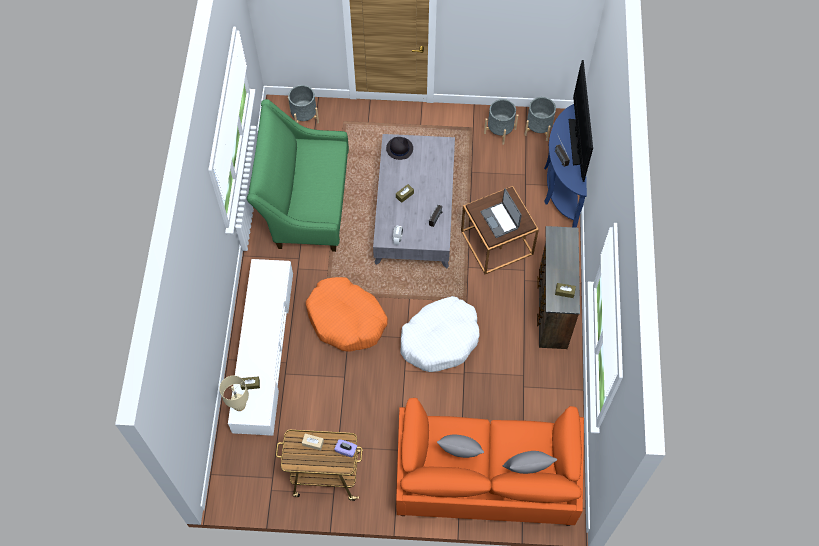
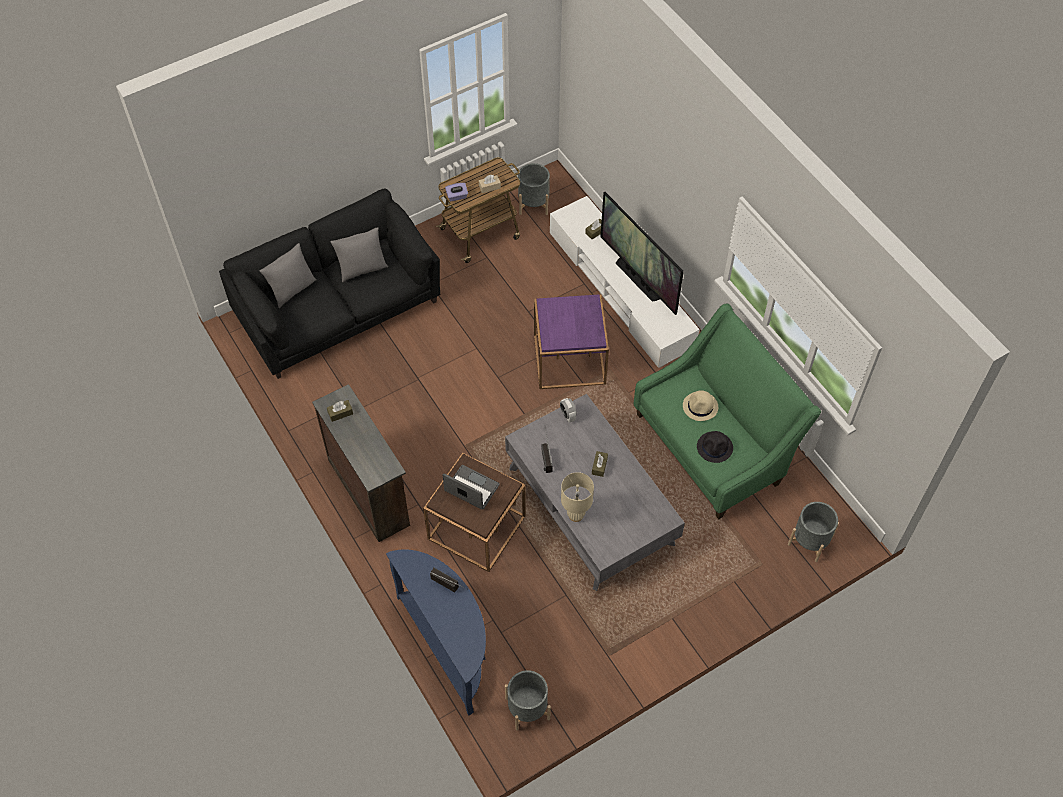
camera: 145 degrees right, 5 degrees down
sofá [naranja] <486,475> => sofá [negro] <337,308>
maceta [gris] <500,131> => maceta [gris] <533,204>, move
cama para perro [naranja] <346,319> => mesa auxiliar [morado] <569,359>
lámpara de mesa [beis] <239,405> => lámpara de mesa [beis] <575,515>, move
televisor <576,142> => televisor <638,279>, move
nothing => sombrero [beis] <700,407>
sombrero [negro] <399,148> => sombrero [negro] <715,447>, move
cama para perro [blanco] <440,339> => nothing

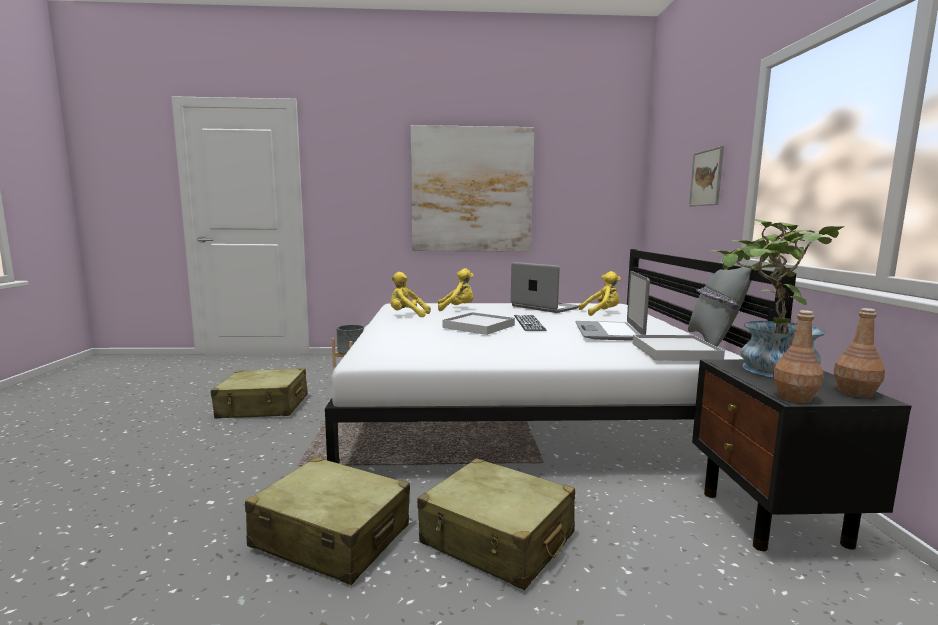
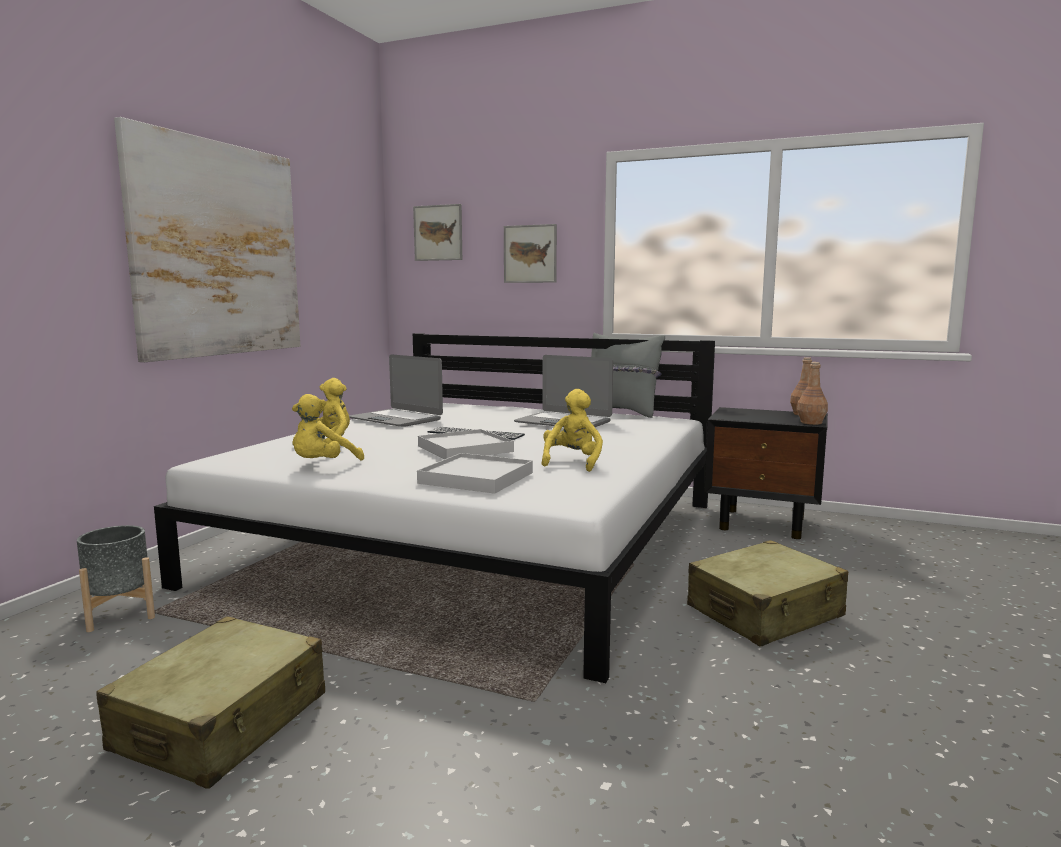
camera: 65 degrees left, 0 degrees up
portátil <544,307> => portátil <396,419>, 120 degrees counterclockwise
nothing => cuadro <438,233>
bandeja [blanco] <675,352> => bandeja [blanco] <477,478>, move
peluche [amarillo] <601,313> => peluche [amarillo] <572,462>, move
maleta [beis] <331,537> => nothing
planta en maceta <765,369> => nothing

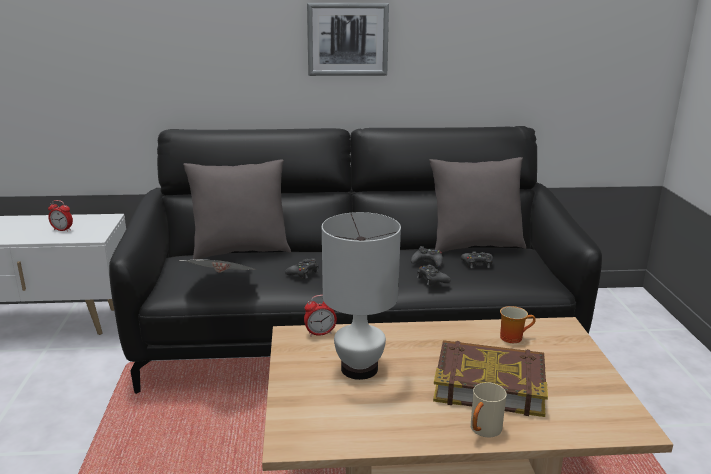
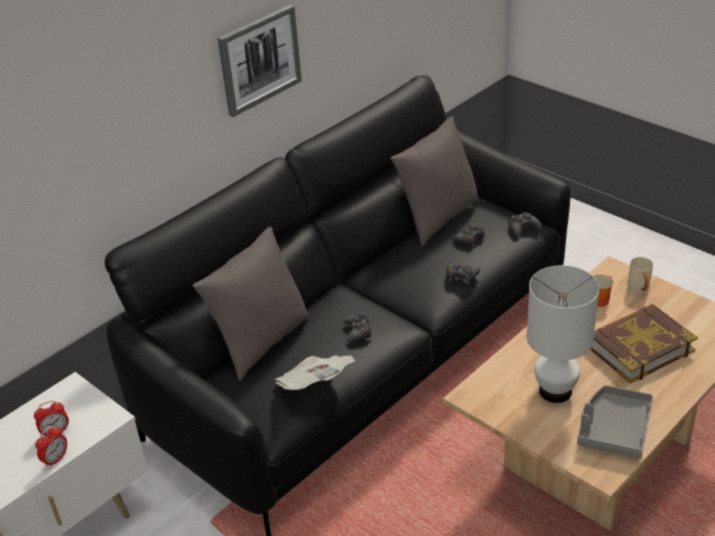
camera: 40 degrees left, 15 degrees up
despertador <320,333> => despertador <56,459>, move
mando de consola [negro] <427,262> => mando de consola [negro] <522,227>, move
nothing => bandeja [gris] <614,429>
taza grande [beis] <483,431> => taza grande [beis] <639,290>, move

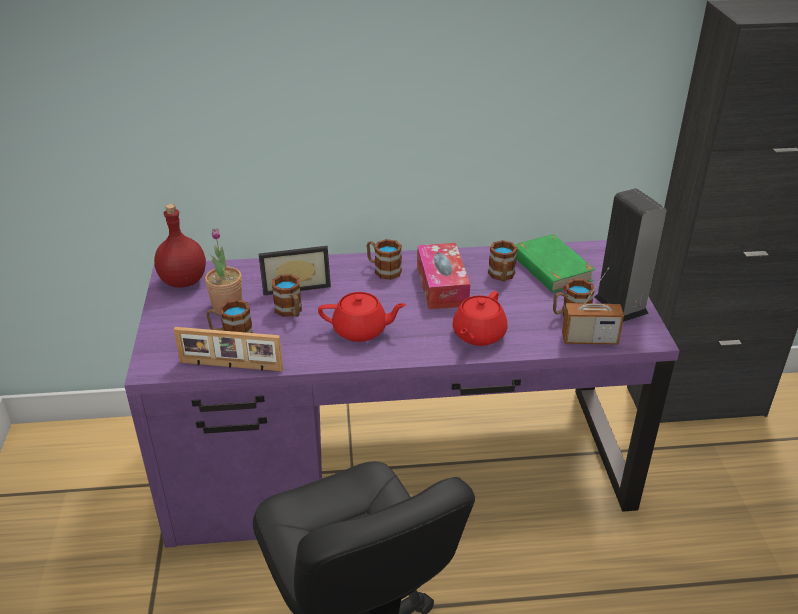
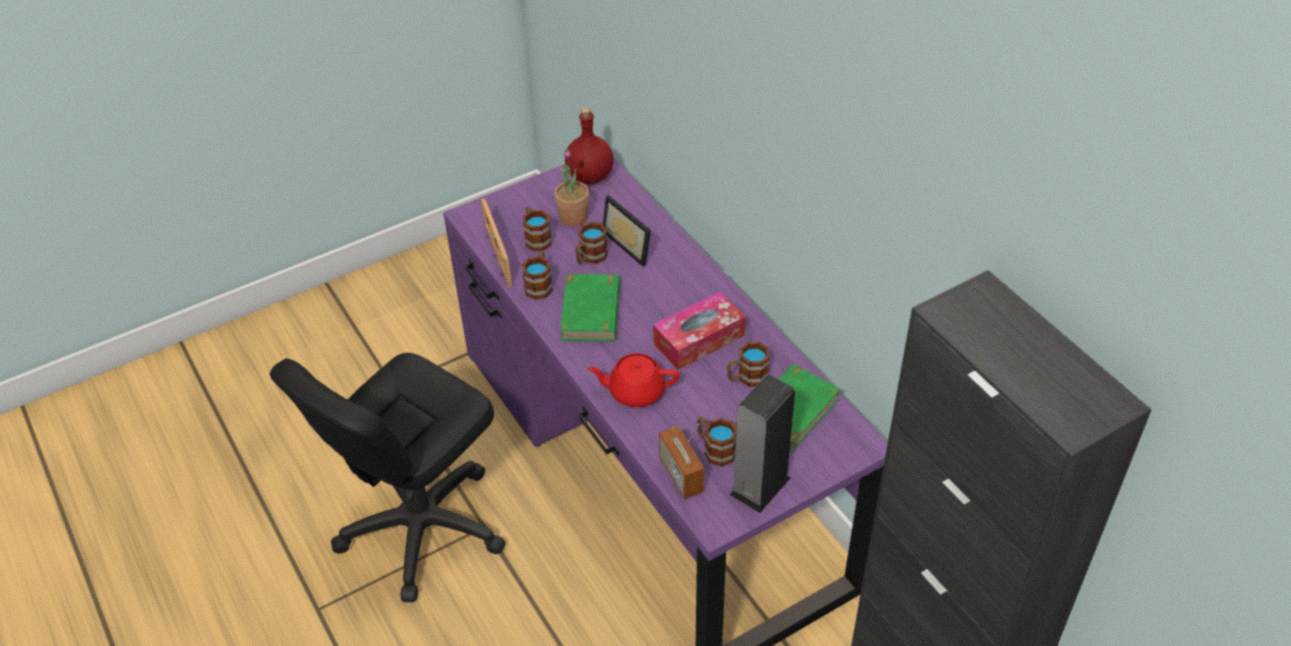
camera: 65 degrees right, 10 degrees up
taza grande <383,270> => taza grande <539,285>, move
tetera [rojo] <361,330> => libro [verde] <592,312>

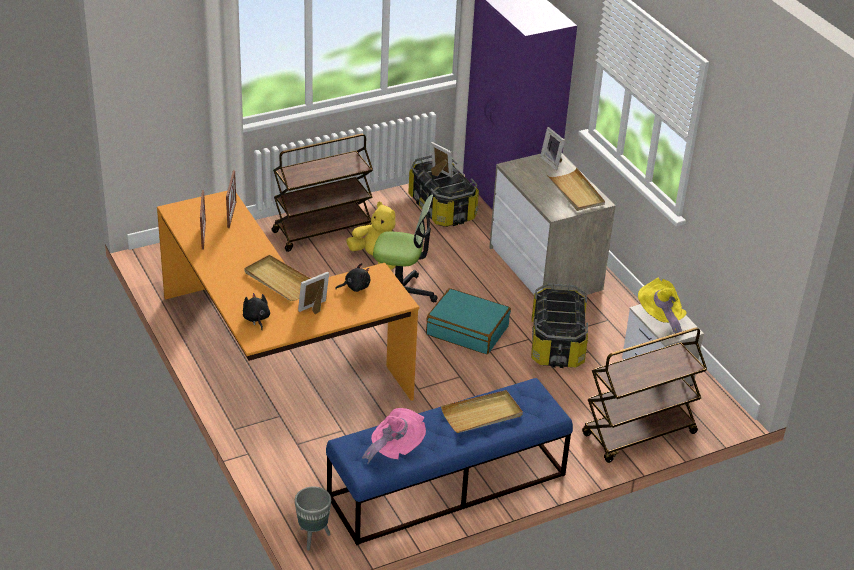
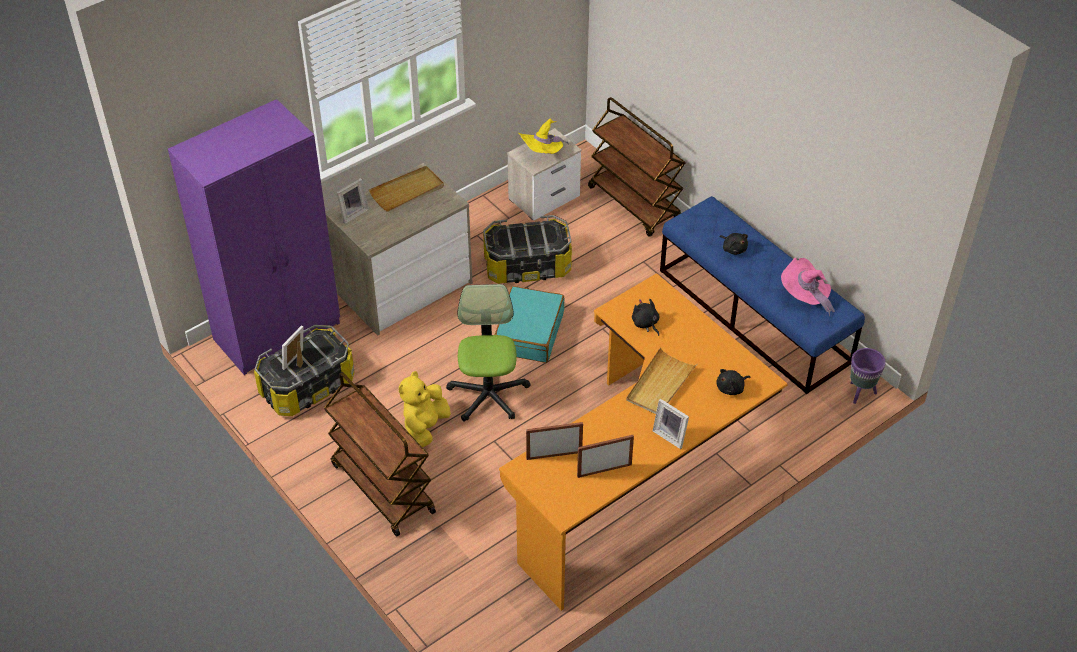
camera: 100 degrees left, 10 degrees up
portarretratos <315,309> => portarretratos <671,435>, move
bandeja [beis] <482,414> => peluche [negro] <733,249>
maceta [gris] <312,538> => maceta [morado] <860,393>

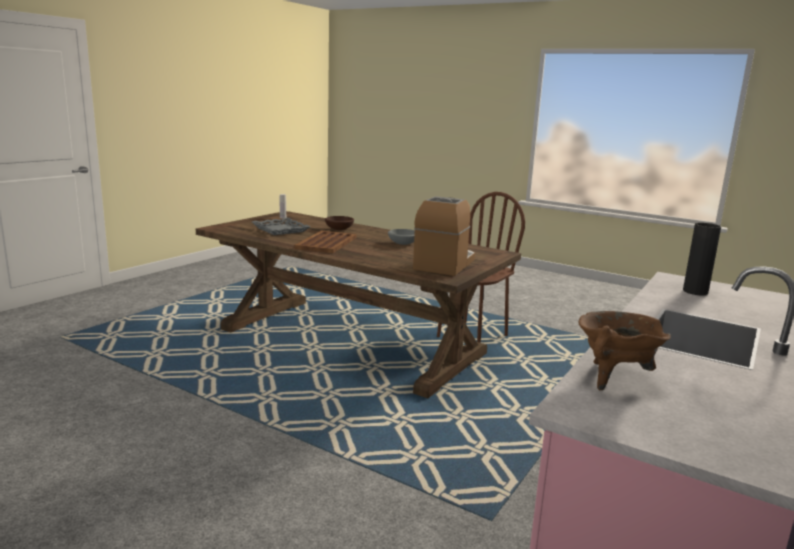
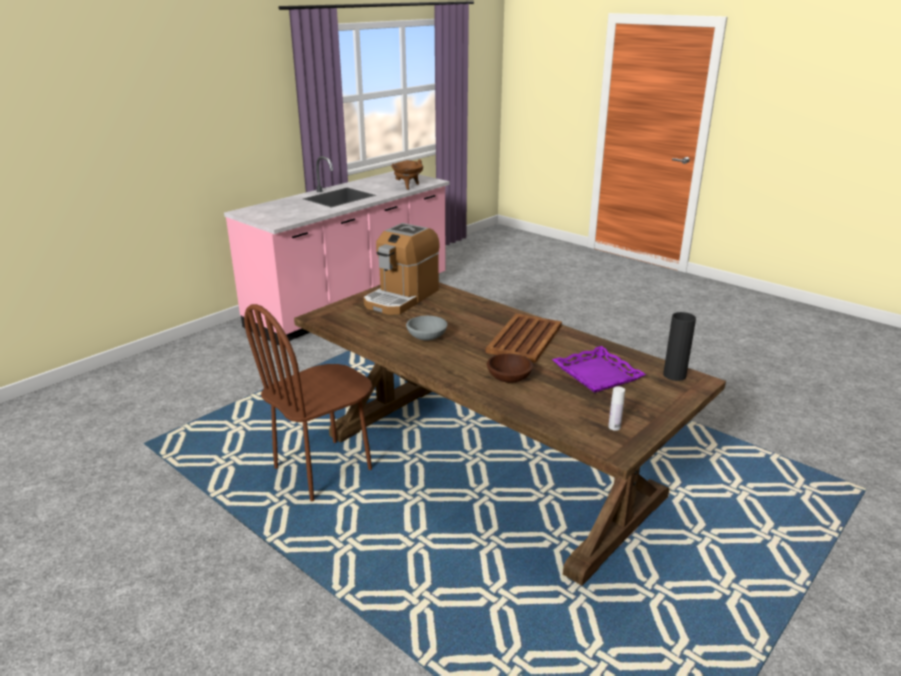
camera: 170 degrees left, 10 degrees up
bandeja [gris] <281,230> => bandeja [morado] <596,375>
florero [negro] <695,291> => florero [negro] <674,375>, move

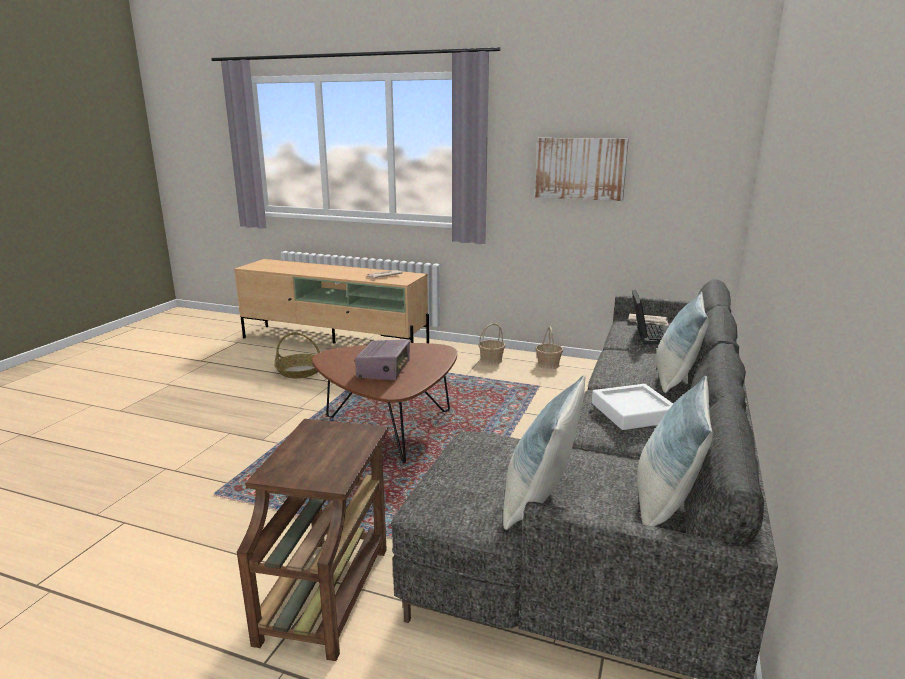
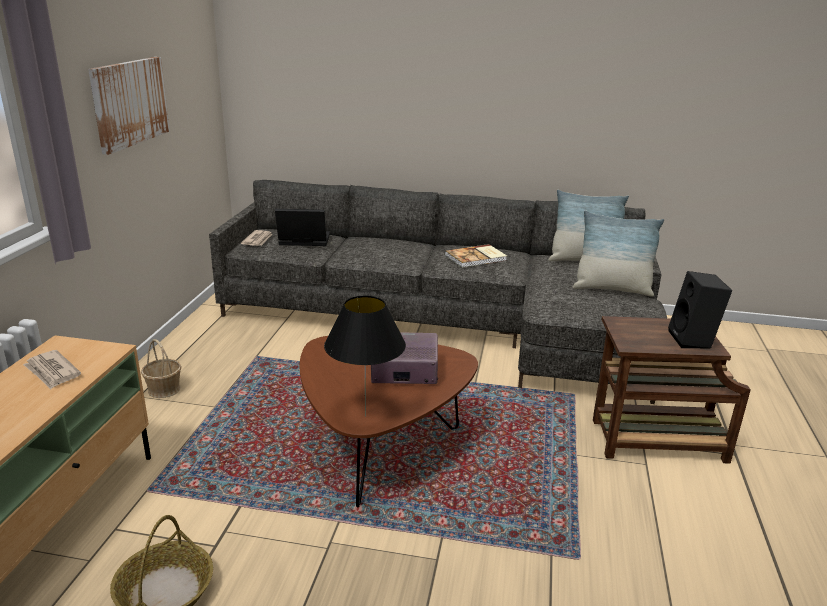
camera: 100 degrees left, 5 degrees up
nothing => lámpara de mesa [negro] <365,416>
bandeja [blanco] <633,412> => libro <476,258>
nothing => altavoz [negro] <694,340>
cesta <548,364> => nothing
cojín <675,378> => nothing

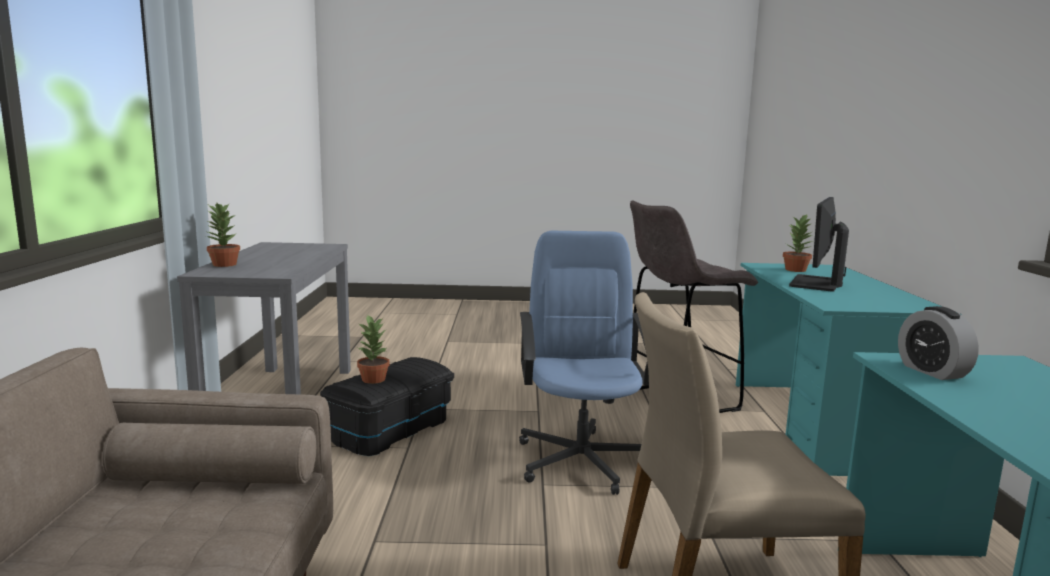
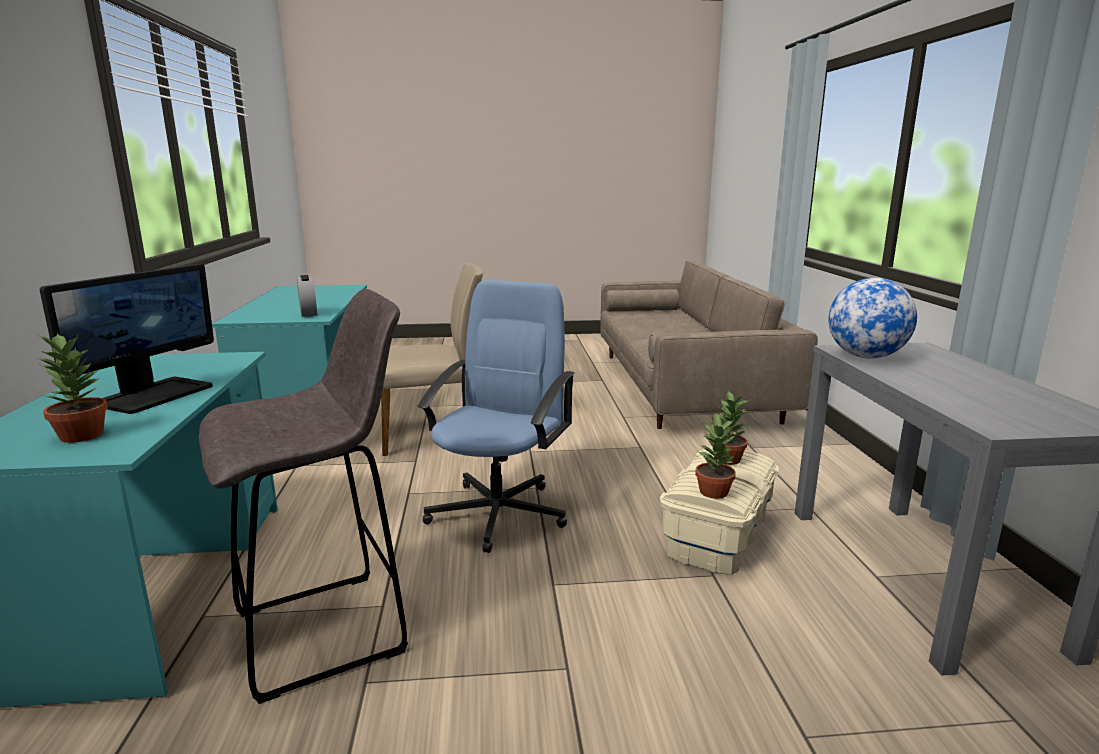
camera: 175 degrees right, 5 degrees up
silla de oficina [azul] <582,459> => silla de oficina [azul] <499,513>, 150 degrees counterclockwise
caja de almacenaje [negro] <390,430> => caja de almacenaje [beis] <718,535>
planta en maceta <223,264> => planta en maceta <714,492>, move
nothing => globo terráqueo <865,357>

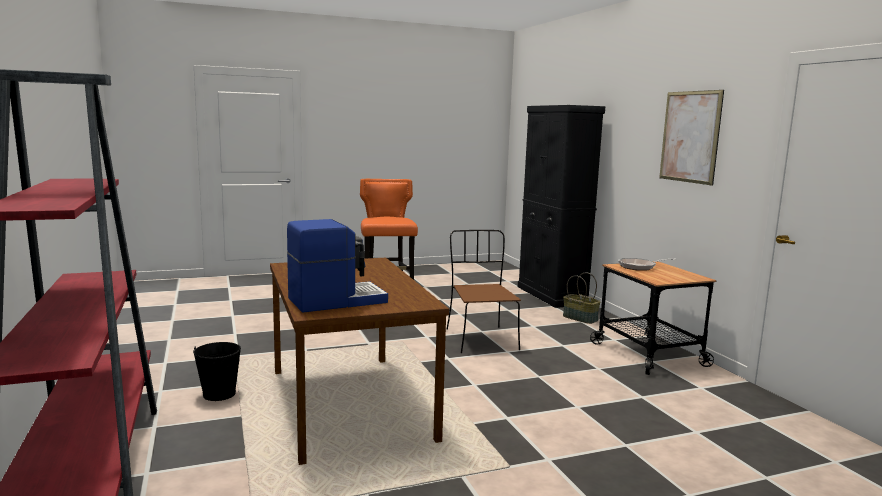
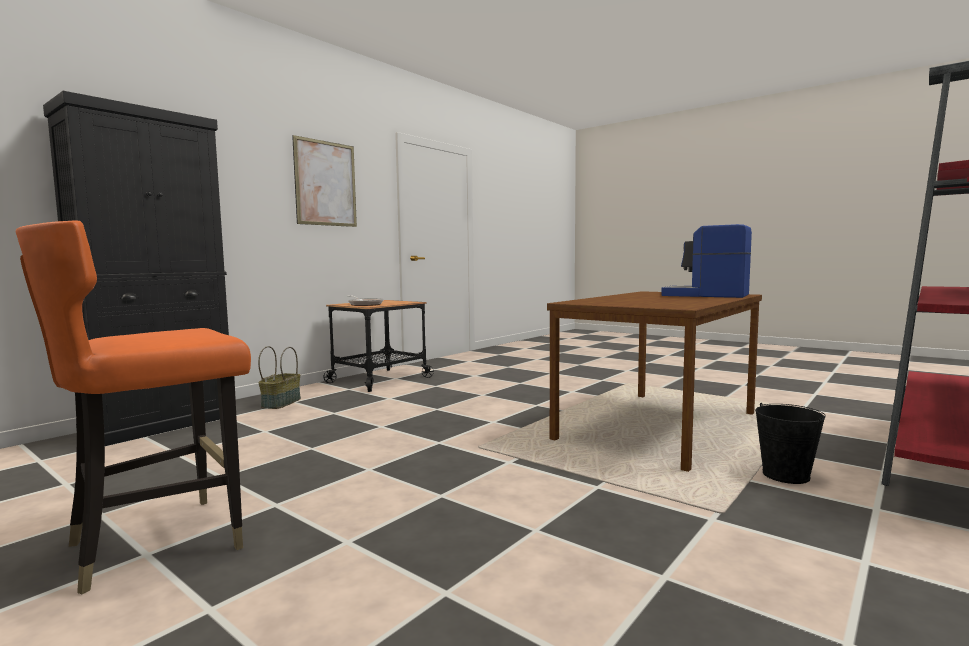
camera: 120 degrees left, 5 degrees down
silla [marrón] <480,339> => nothing

